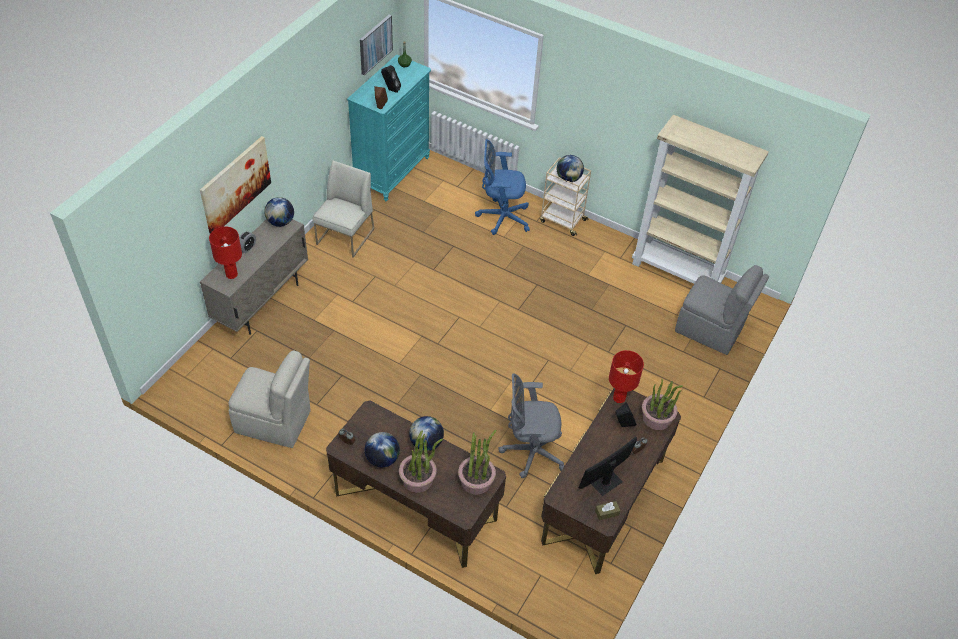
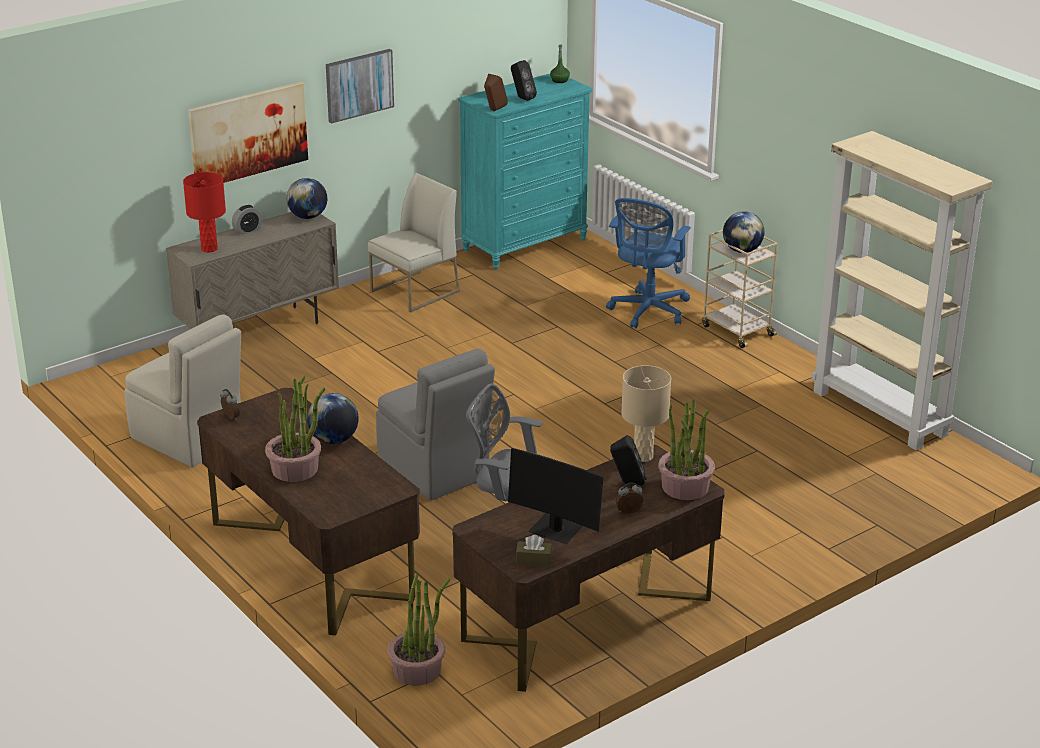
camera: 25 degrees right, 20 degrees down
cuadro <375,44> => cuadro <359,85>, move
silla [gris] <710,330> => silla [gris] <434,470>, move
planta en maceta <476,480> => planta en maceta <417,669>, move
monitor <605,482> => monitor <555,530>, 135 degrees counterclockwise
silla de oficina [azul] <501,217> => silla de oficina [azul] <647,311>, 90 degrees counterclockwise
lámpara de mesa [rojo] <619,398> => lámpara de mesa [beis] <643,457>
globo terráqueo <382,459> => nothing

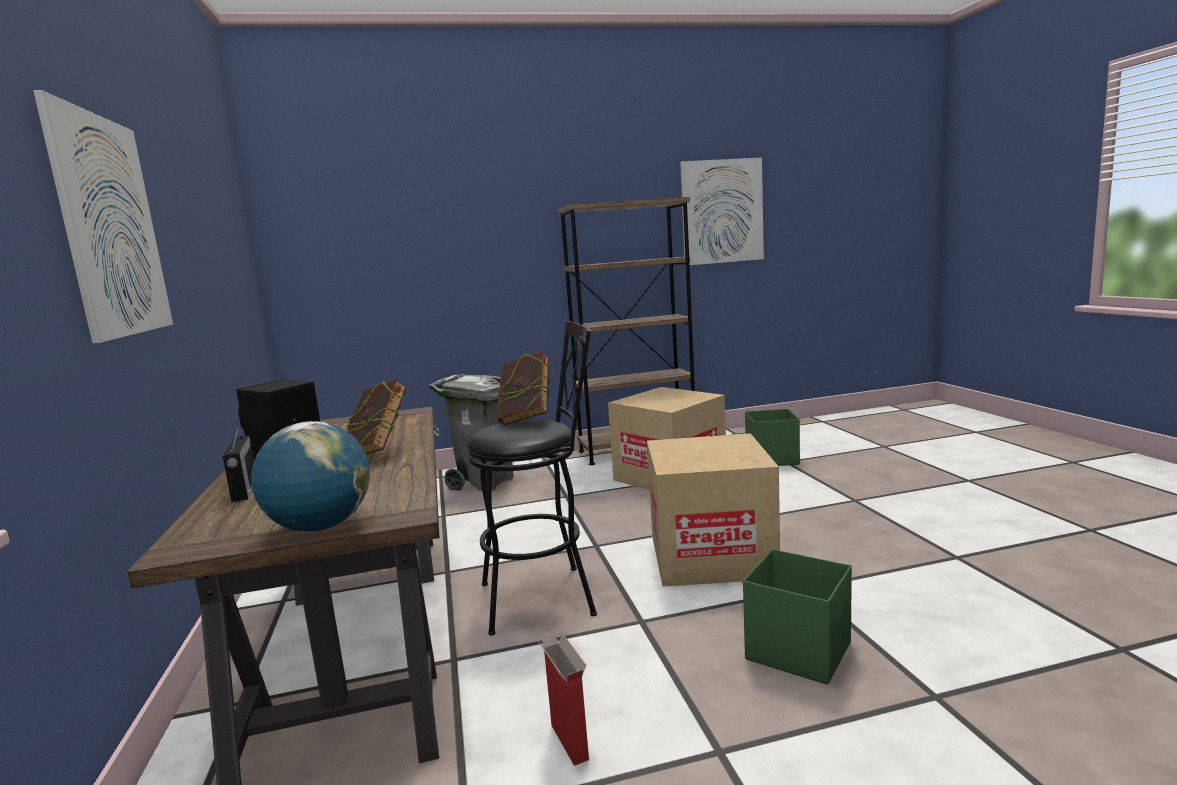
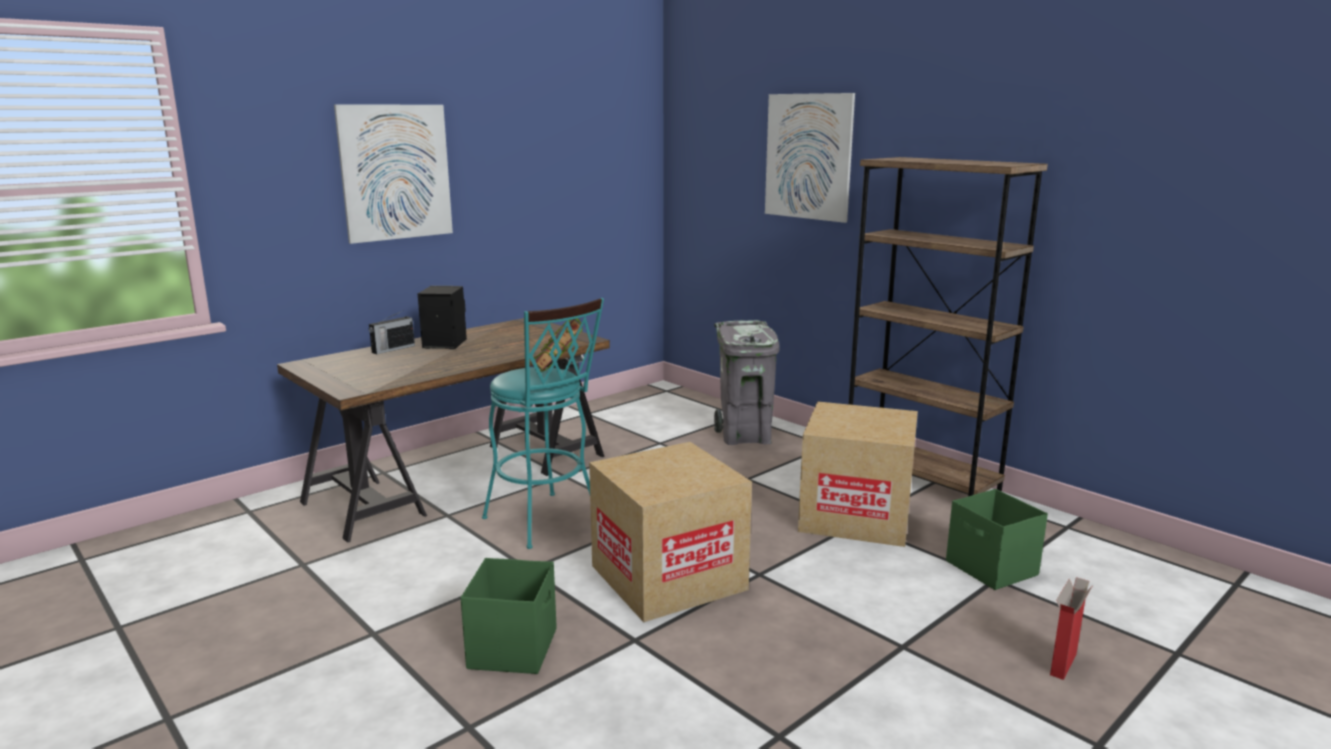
camera: 60 degrees right, 5 degrees up
taburete [negro] <548,597> => taburete [turquesa] <547,523>
cuadro <722,211> => cuadro <808,157>, move
caja de cartón <568,741> => caja de cartón <1063,664>, move
globo terráqueo <321,527> => nothing
libro <378,453> => nothing

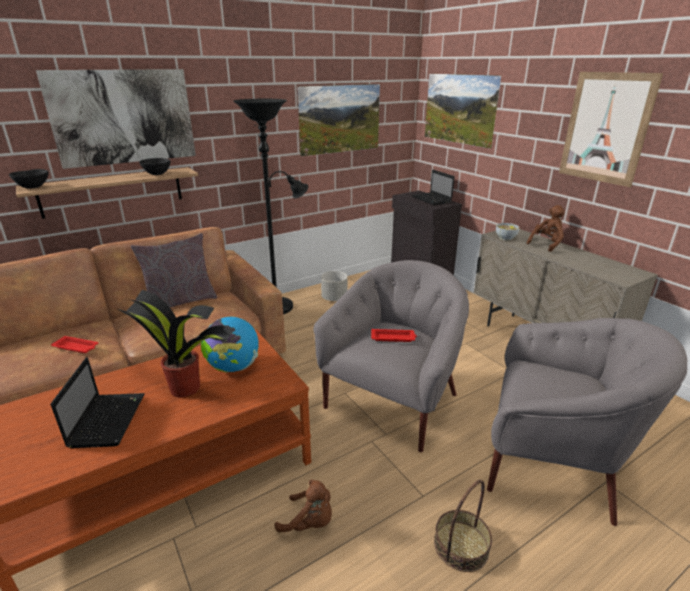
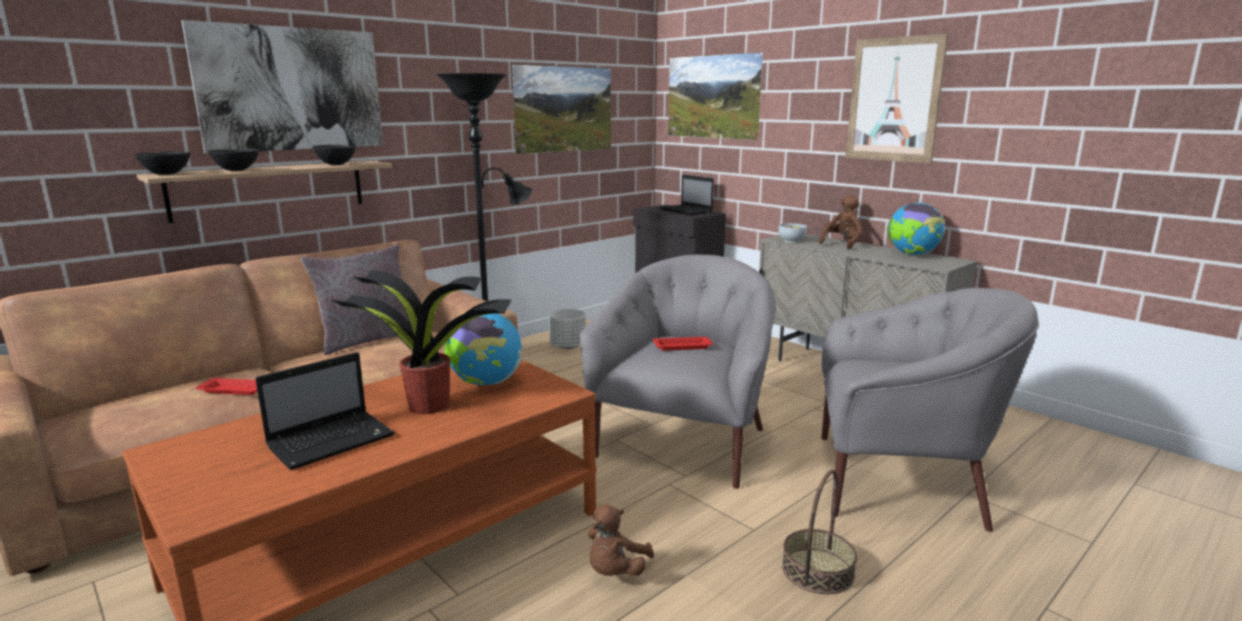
camera: 10 degrees left, 10 degrees down
nothing => cuenco [negro] <236,170>
portátil <108,419> => portátil <333,440>, 60 degrees clockwise
peluche [marrón] <309,522> => peluche [marrón] <615,571>, 105 degrees clockwise
nothing => globo terráqueo <912,255>

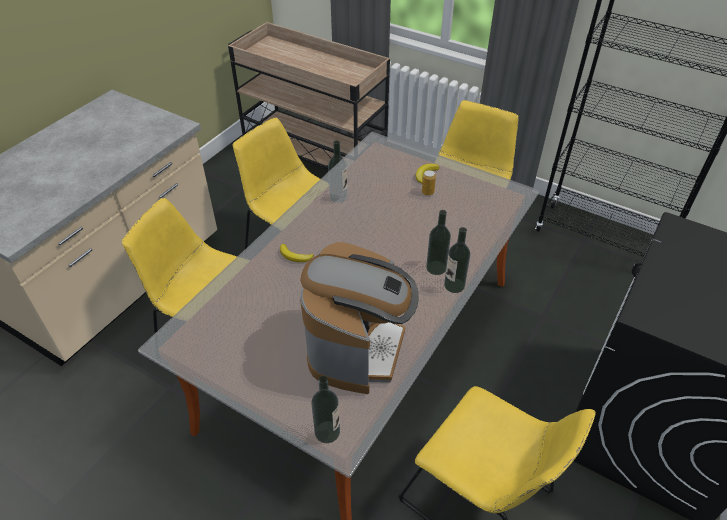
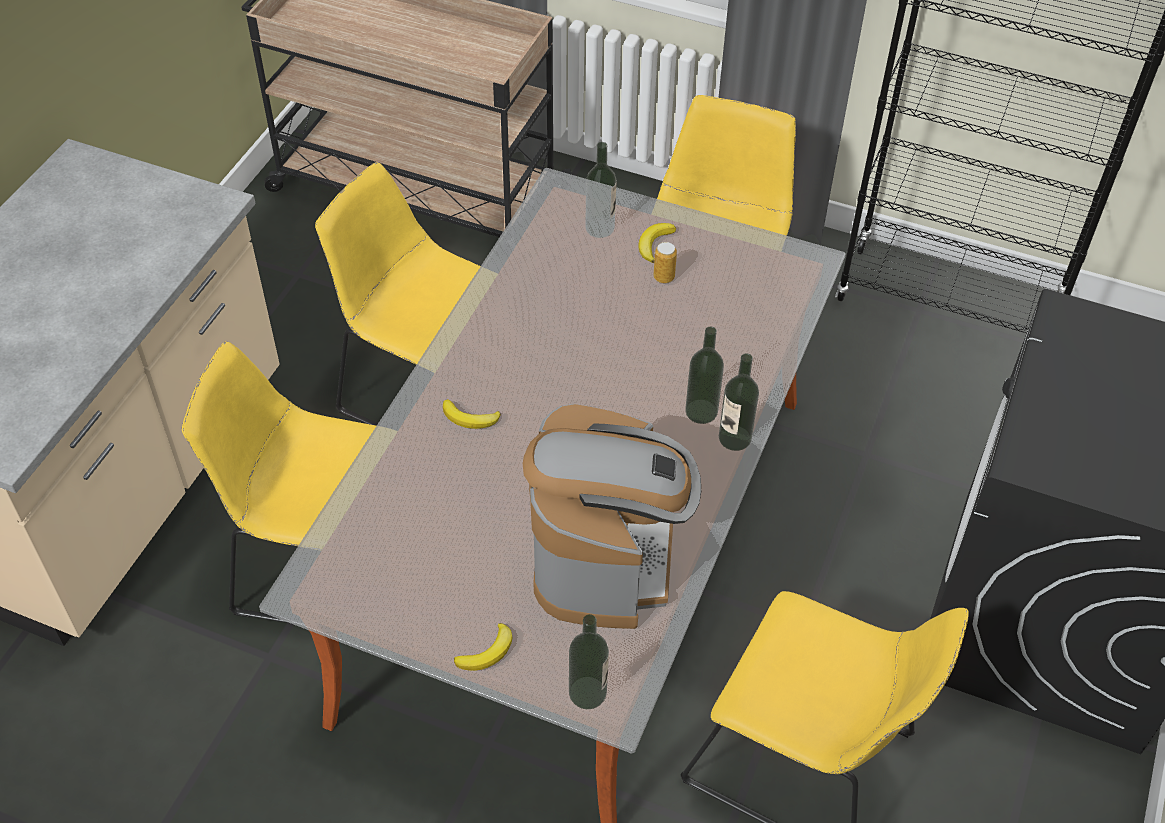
camera: 10 degrees left, 5 degrees up
nothing => plátano <487,652>
botella <338,197> => botella <600,228>, move

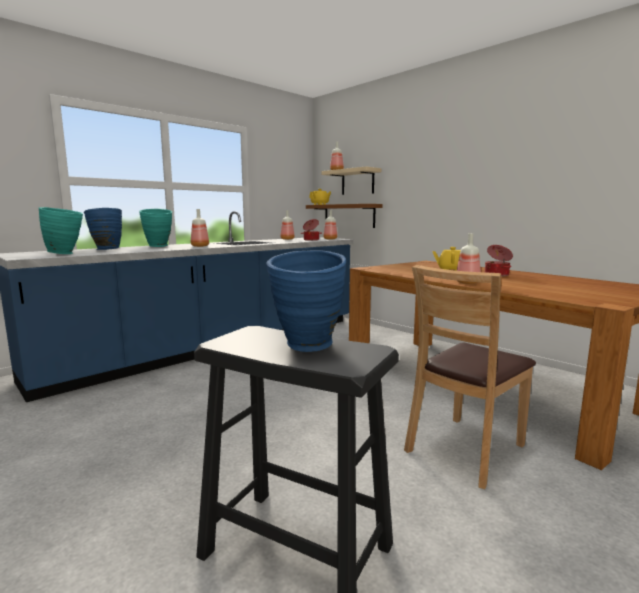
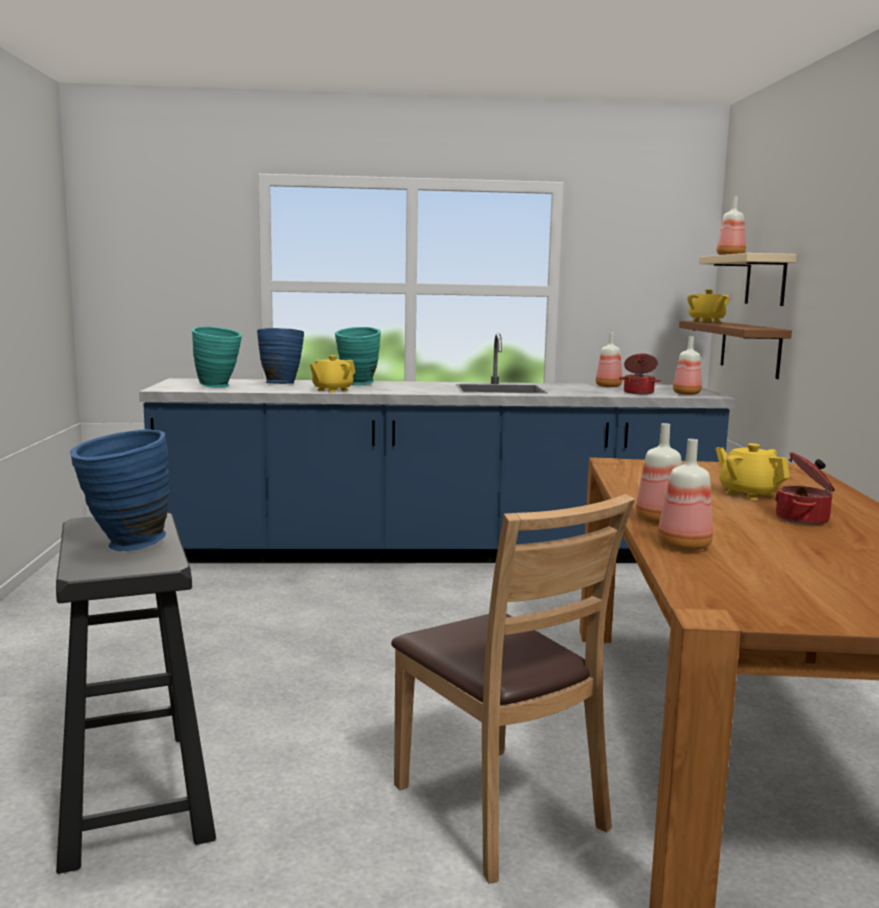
camera: 40 degrees right, 0 degrees up
nothing => tetera [amarillo] <332,390>
silla [marrón] <465,449> => silla [marrón] <498,809>, 120 degrees counterclockwise
botella <200,246> => botella <684,546>, move

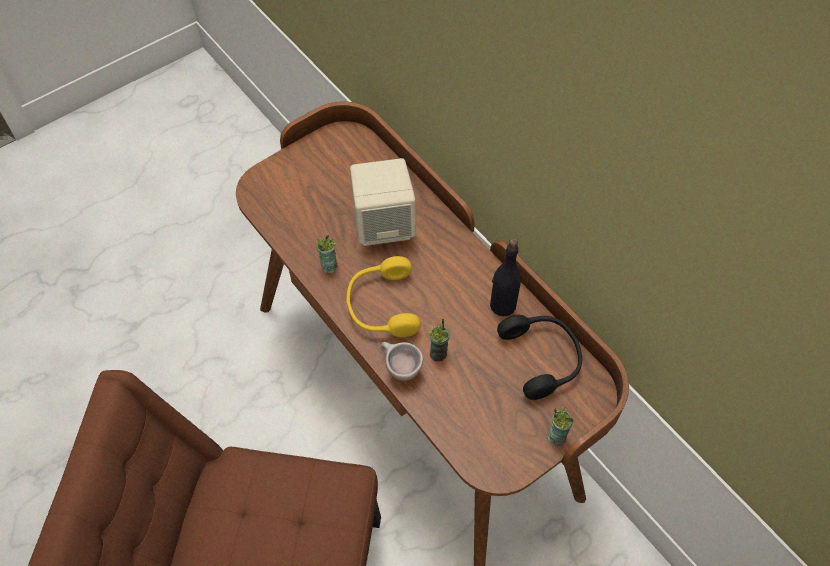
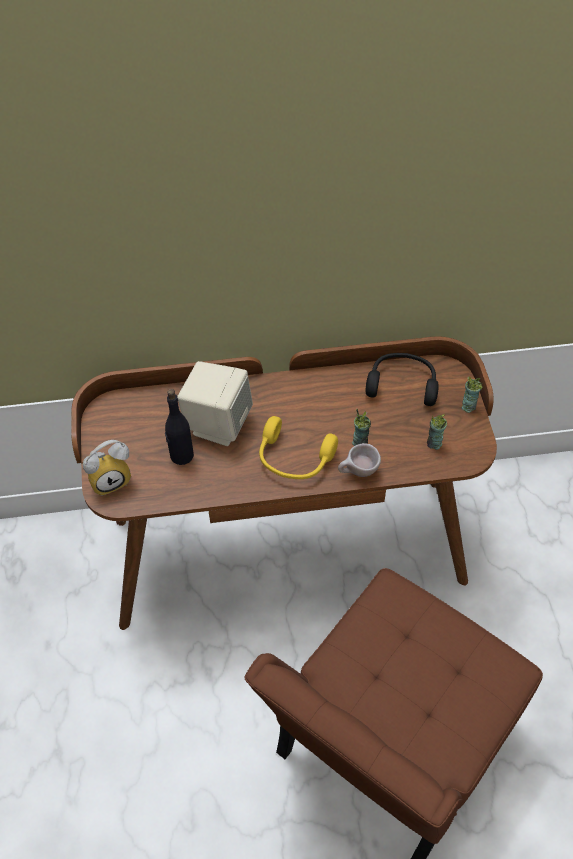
camera: 60 degrees left, 5 degrees down
nothing => despertador <111,479>
botella [negro] <502,305> => botella [negro] <181,455>, move
taza <329,266> => taza <434,444>, move

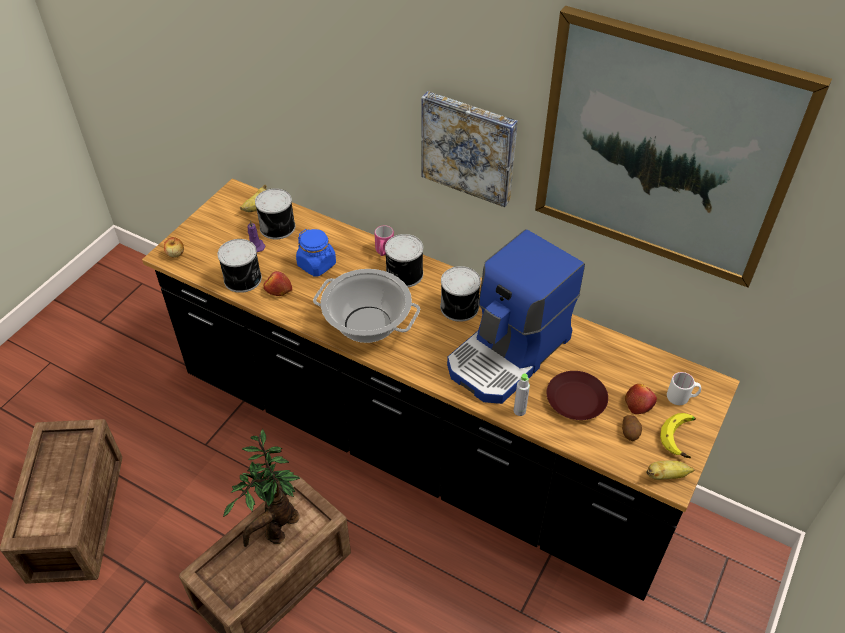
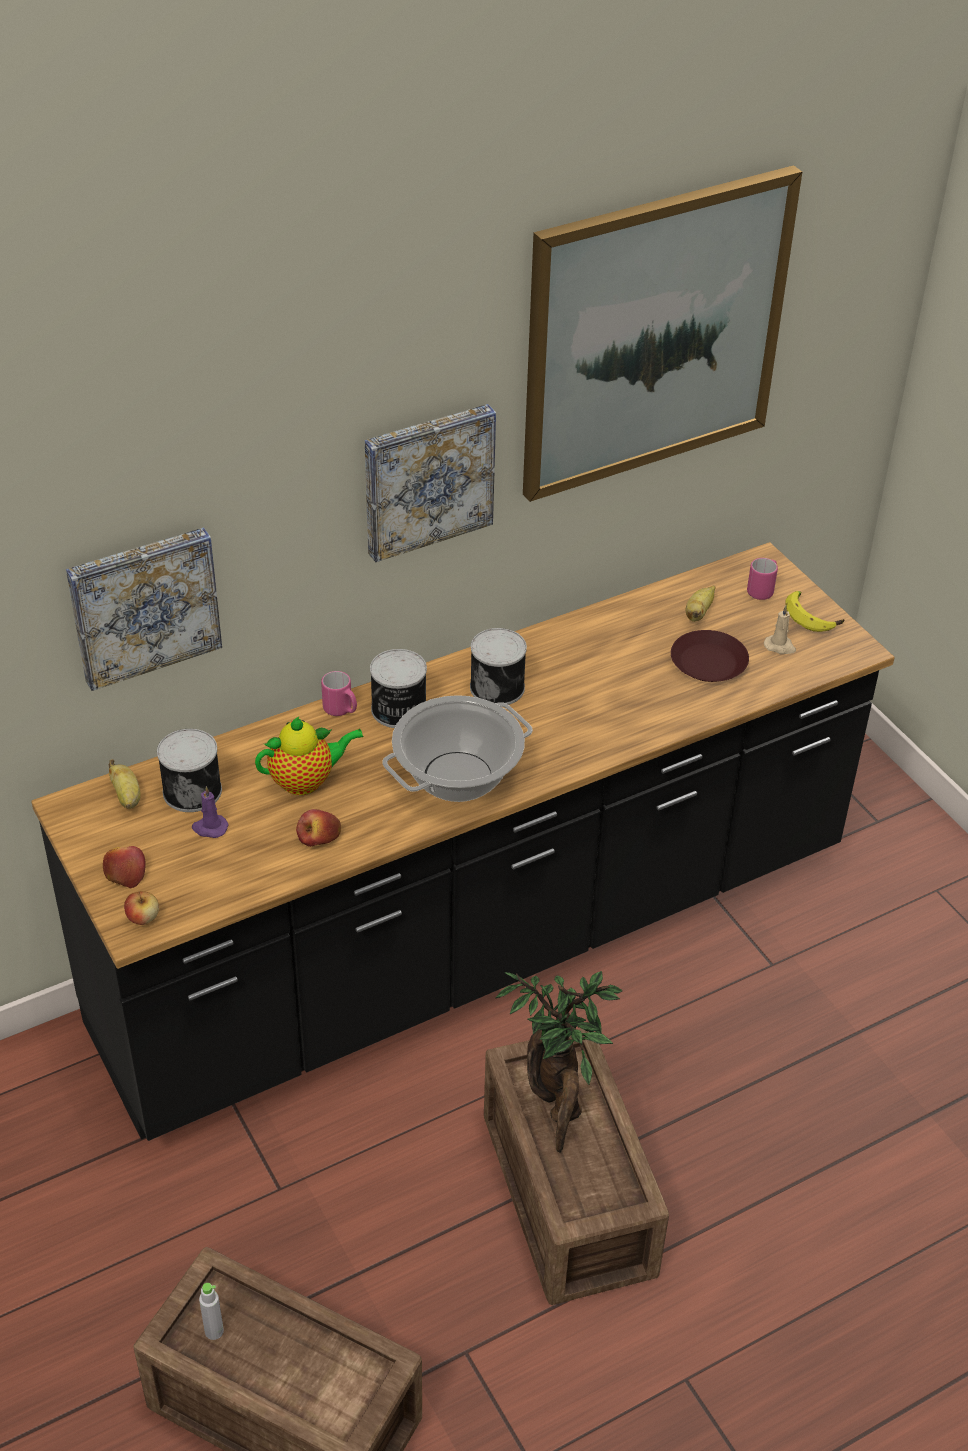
camera: 60 degrees left, 5 degrees down
nothing => cuadro <143,604>
manzana <639,402> => manzana <125,872>, move
botella [gris] <519,411> => botella [gris] <214,1331>, move
tarro [azul] <317,265> => tetera <306,781>
plátano <666,476> => plátano <698,613>, move
taza grande [blanco] <681,398> => taza grande [rosa] <762,590>
patata <630,432> => vela [beis] <780,646>
lata <243,279> => nothing
cafetera <509,354> => nothing

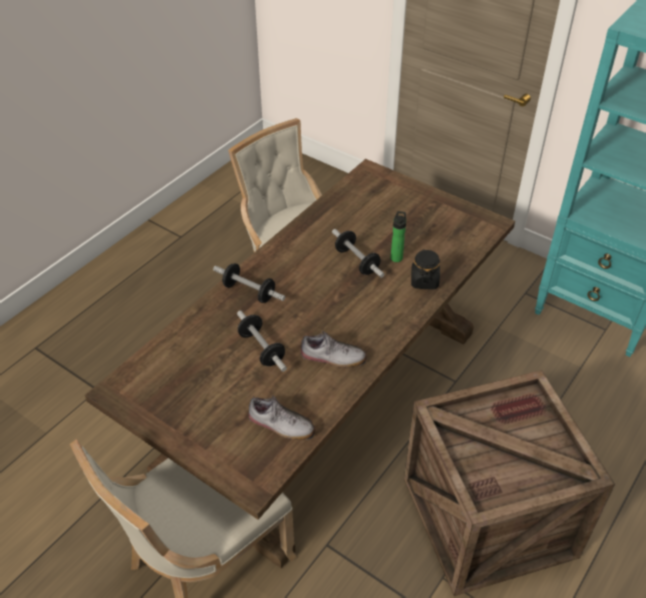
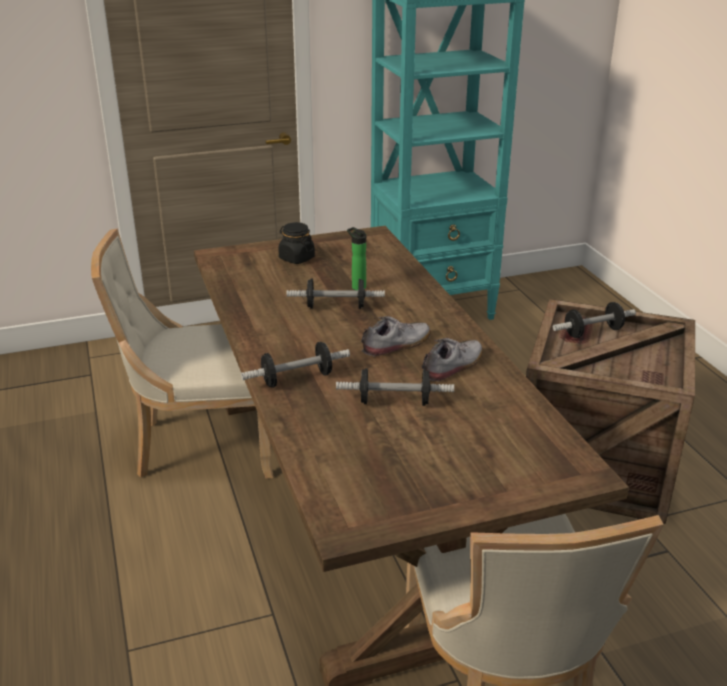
camera: 55 degrees left, 15 degrees down
tarro [negro] <424,281> => tarro [negro] <296,258>, move
zapato <281,425> => zapato <397,344>, move
nothing => mancuerna <592,332>

